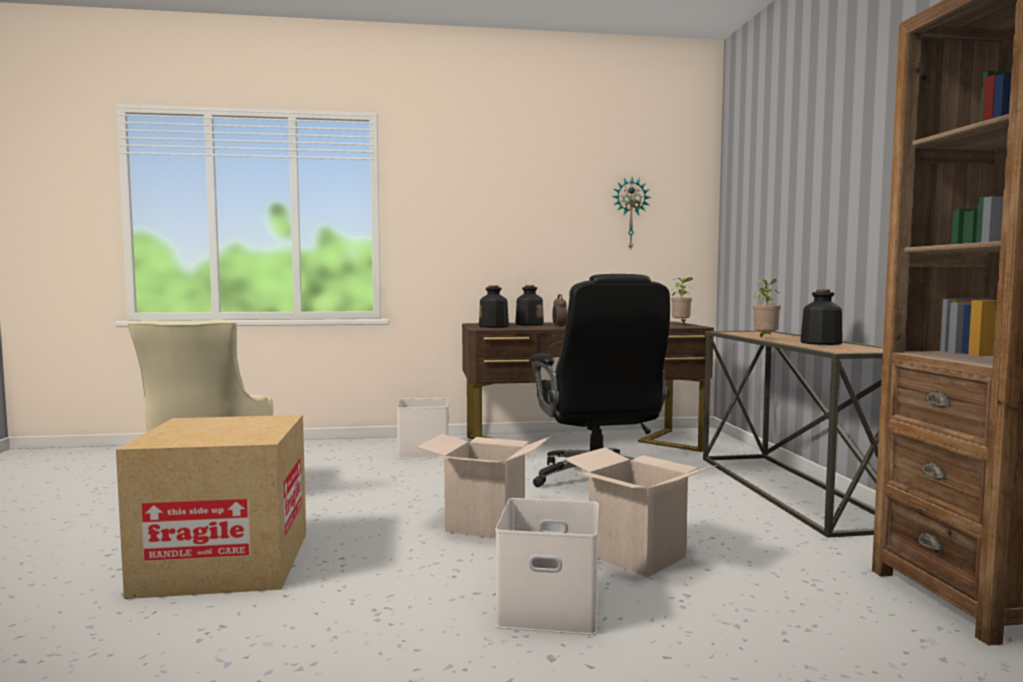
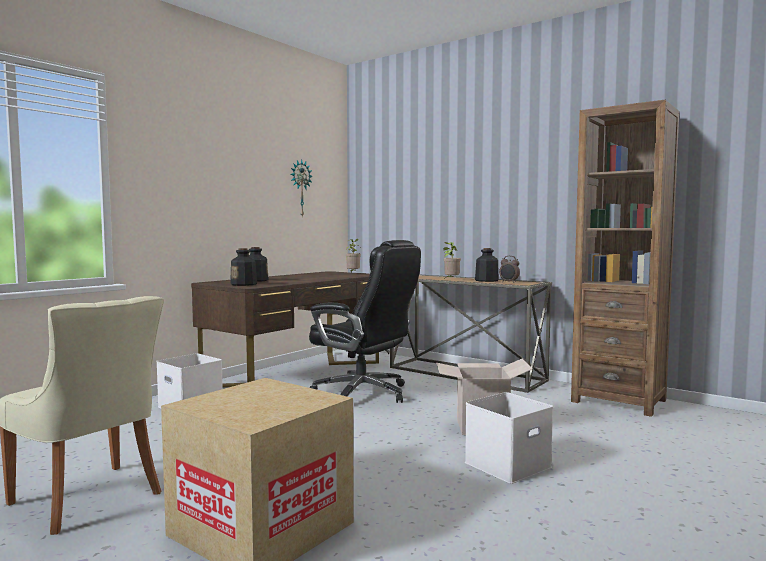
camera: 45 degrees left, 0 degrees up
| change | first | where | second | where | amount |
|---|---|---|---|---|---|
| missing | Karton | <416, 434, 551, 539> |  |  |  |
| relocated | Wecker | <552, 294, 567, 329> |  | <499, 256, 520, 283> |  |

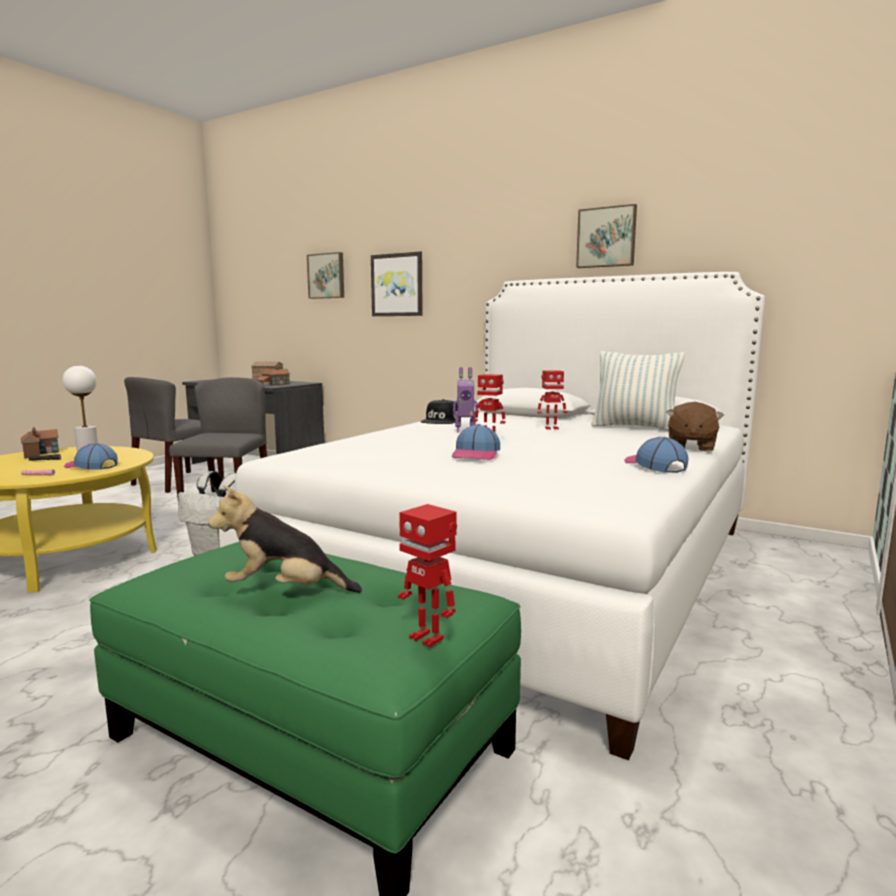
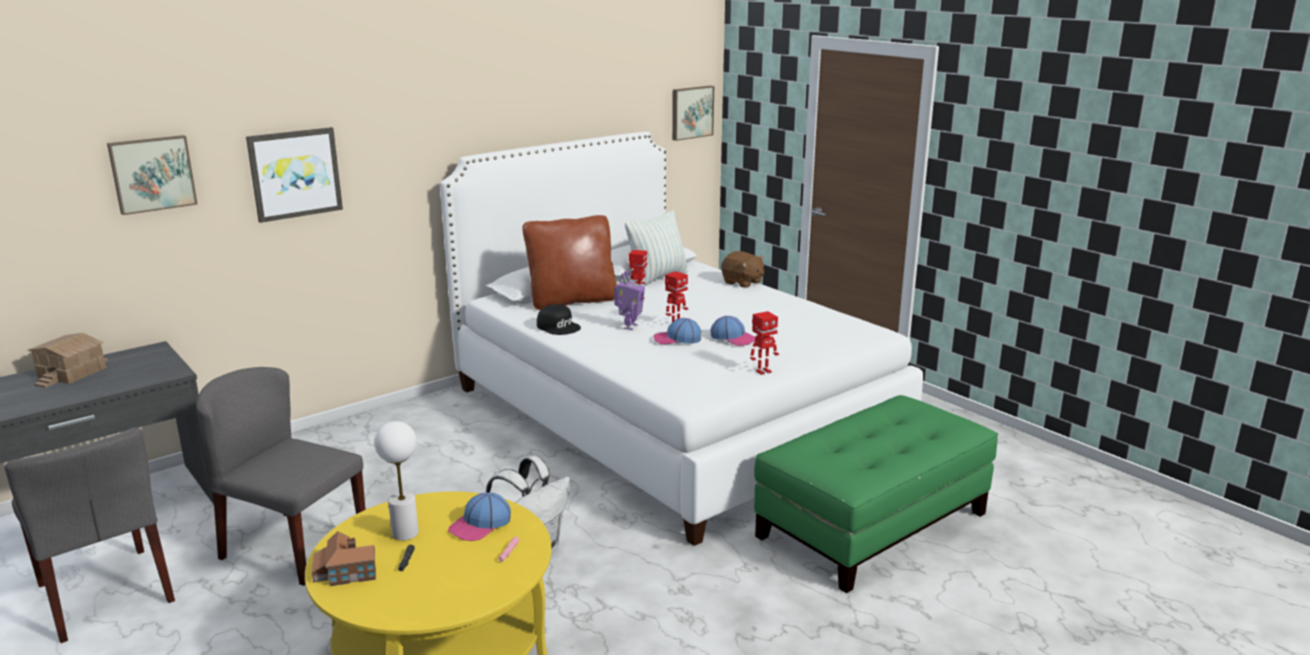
camera: 70 degrees left, 10 degrees up
| change | first | where | second | where | amount |
|---|---|---|---|---|---|
| missing | Plüschtier | <208, 485, 362, 593> |  |  |  |
| missing | Spielzeughaus | <255, 366, 290, 386> |  |  |  |
| relocated | Spielzeugroboter | <398, 504, 457, 648> |  | <750, 311, 779, 375> |  |
| relocated | Bild | <576, 204, 637, 268> |  | <672, 86, 714, 141> |  |
| relocated | Kappe | <624, 437, 689, 473> |  | <654, 318, 701, 345> |  |
| appeared |  |  | Kissen/braun | <522, 215, 617, 310> |  |

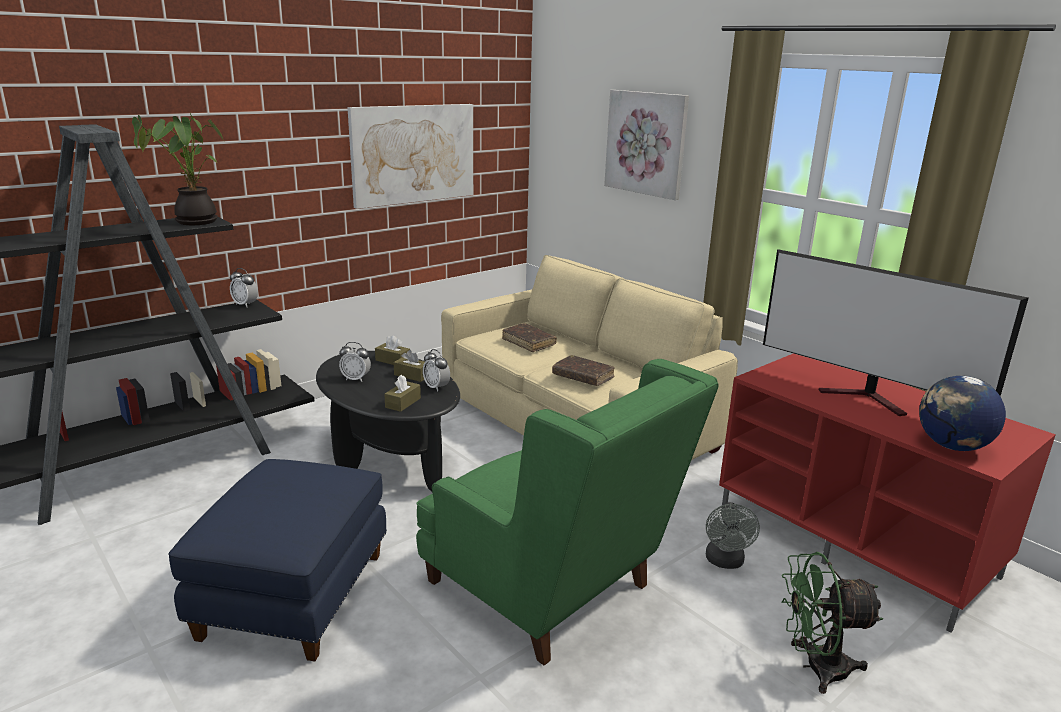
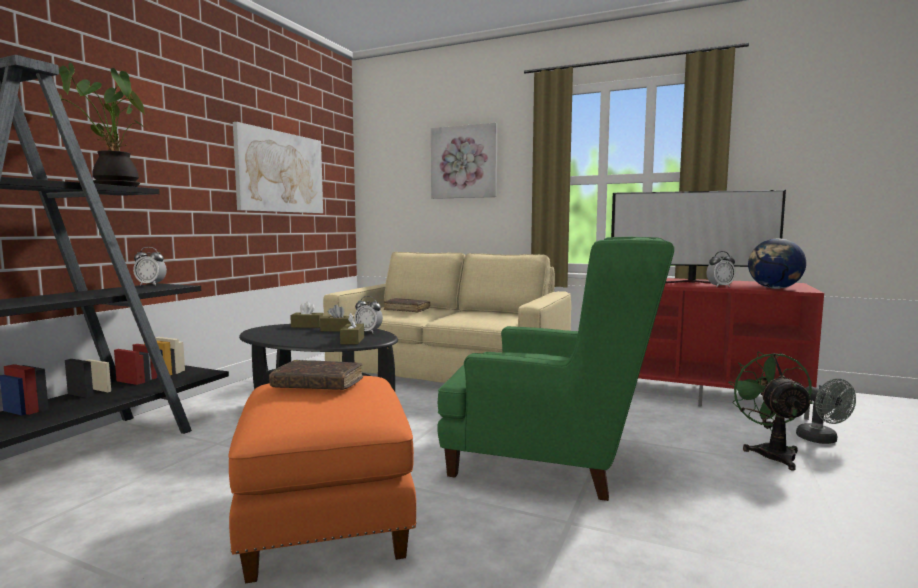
camera: 25 degrees left, 15 degrees down
| change | first | where | second | where | amount |
|---|---|---|---|---|---|
| colour | Polsterhocker/blau | <168, 459, 387, 662> | Polsterhocker/orange | <228, 376, 417, 583> |  |
| relocated | Wecker | <339, 342, 371, 382> |  | <706, 251, 736, 287> |  |
| relocated | Buch/braun | <552, 355, 615, 386> |  | <269, 360, 363, 390> |  |
| relocated | Ventilator/grau | <706, 502, 760, 569> |  | <796, 379, 856, 444> |  |
| spun | Ventilator/grün | <781, 552, 883, 694> |  | <728, 352, 813, 471> | 120 degrees clockwise |

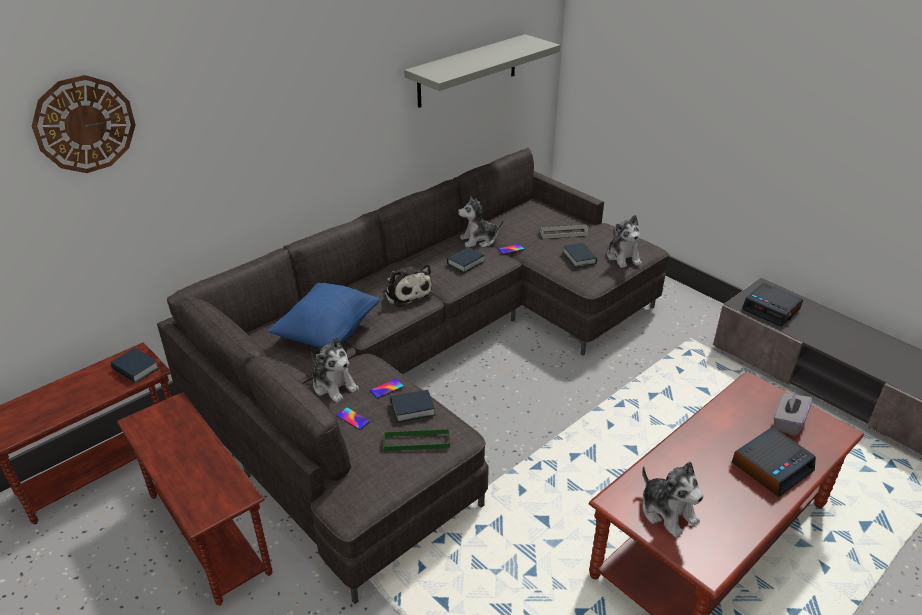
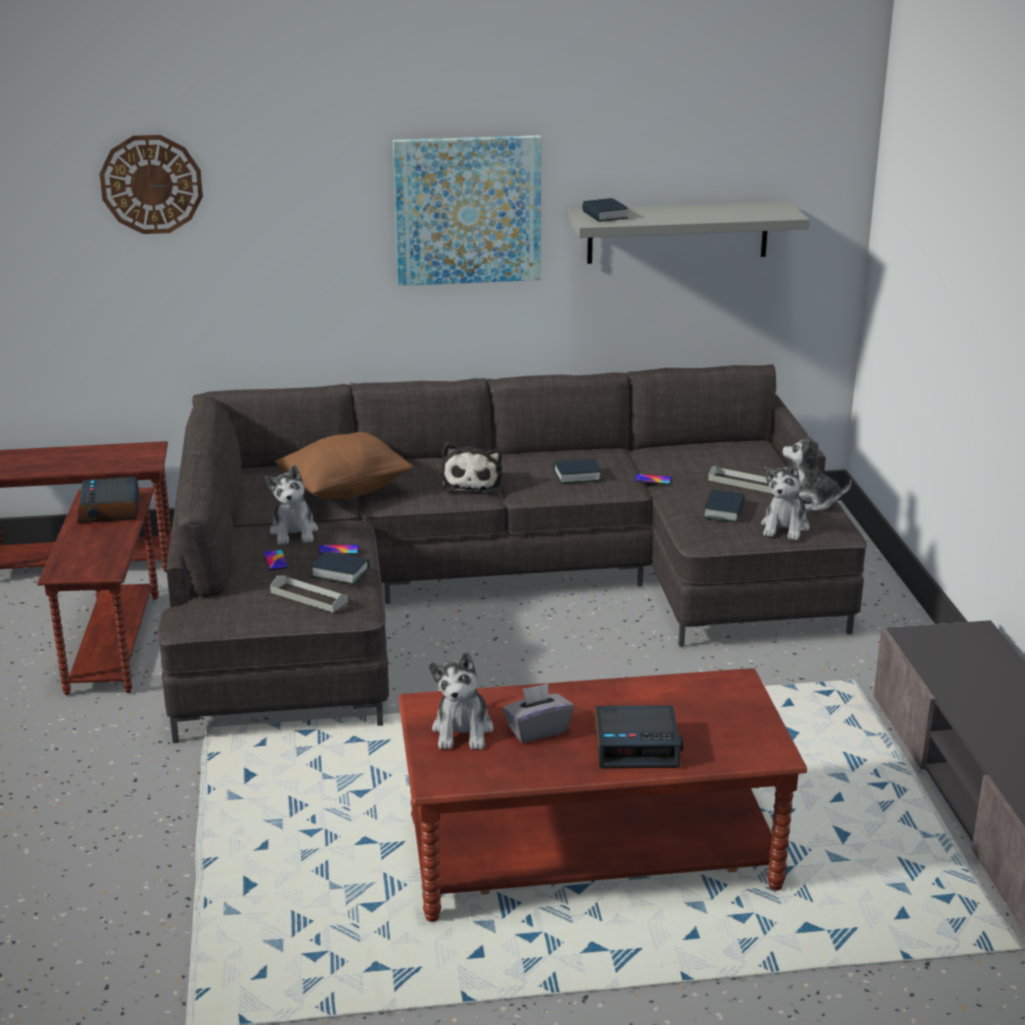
camera: 35 degrees right, 10 degrees down
| change | first | where | second | where | amount |
|---|---|---|---|---|---|
| relocated | Buch | <110, 348, 159, 383> |  | <582, 198, 628, 222> |  |
| colour | Kissen/blau | <267, 283, 380, 348> | Kissen/braun | <275, 432, 413, 499> |  |
| colour | Tablett/grün | <384, 428, 450, 451> | Tablett/grau | <270, 575, 348, 612> |  |
| relocated | Plüschtier | <458, 196, 504, 248> |  | <783, 434, 852, 511> |  |
| relocated | Wecker | <742, 283, 803, 326> |  | <77, 476, 139, 523> |  |
| relocated | Taschentuchbox/grau | <774, 391, 812, 436> |  | <503, 683, 574, 743> |  |
| appeared |  |  | Bild | <393, 135, 541, 286> |  |

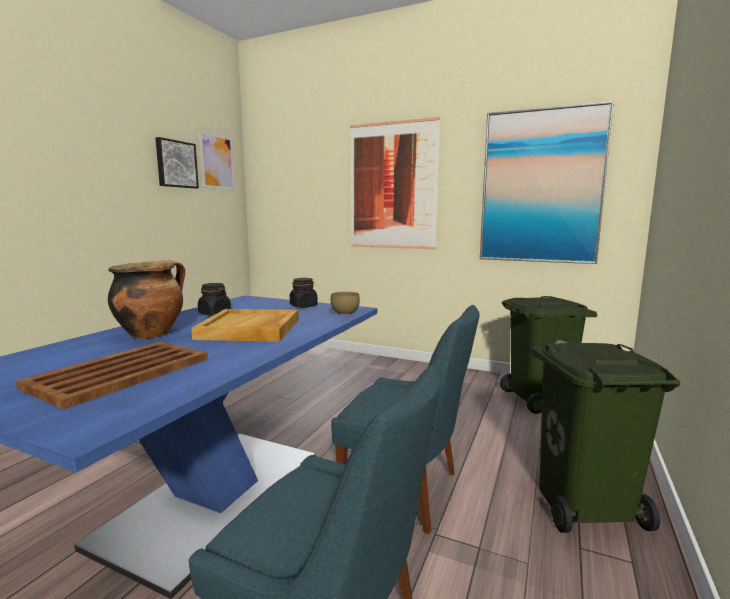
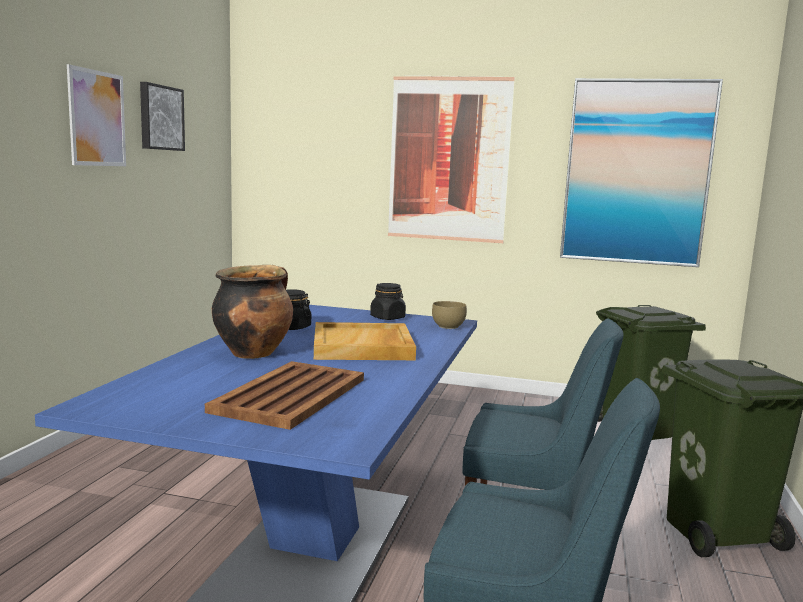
camera: 10 degrees left, 0 degrees up
| change | first | where | second | where | amount |
|---|---|---|---|---|---|
| relocated | Bild | <199, 131, 235, 190> |  | <67, 64, 126, 166> |  |

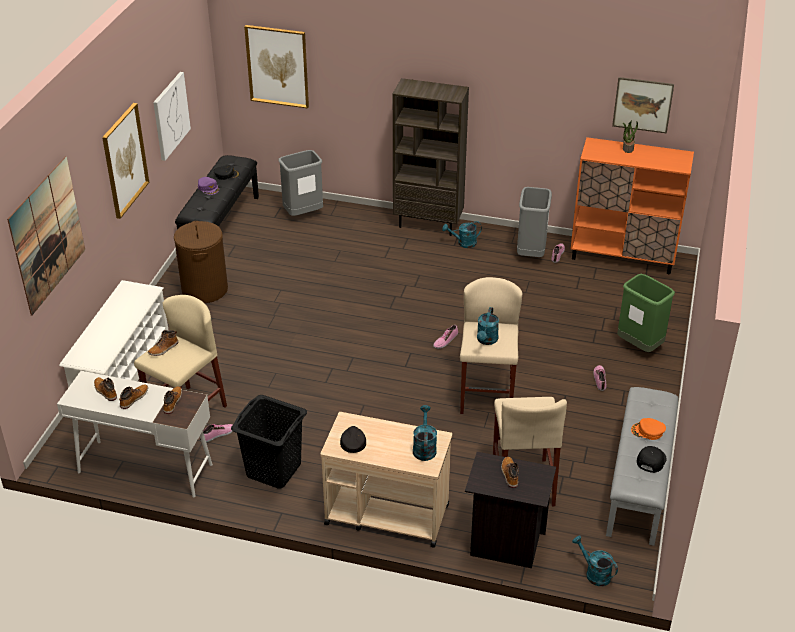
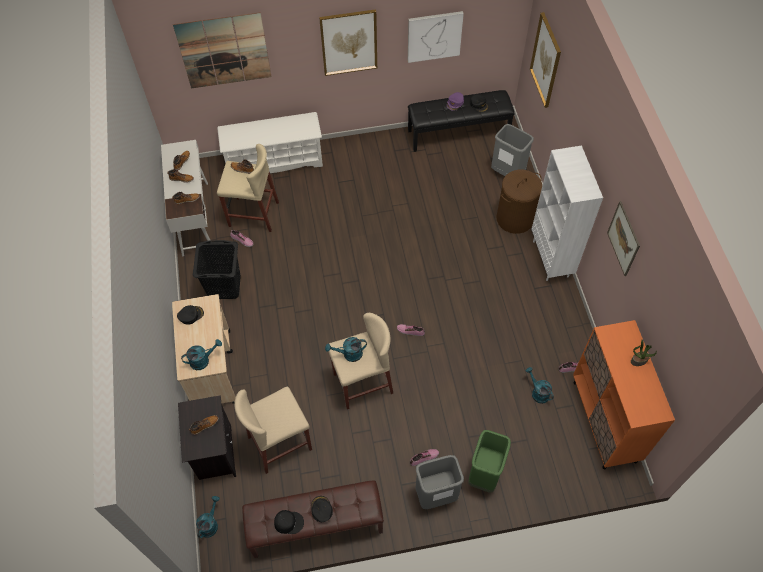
camera: 65 degrees right, 20 degrees up
| change | first | where | second | where | amount |
|---|---|---|---|---|---|
| relocated | Wäschekorb/braun | <174, 221, 228, 303> |  | <496, 170, 542, 234> |  |
| colour | Bücherregal/braun | <393, 78, 469, 236> | Bücherregal/weiß | <531, 145, 603, 281> |  |
| relocated | Gießkanne/türkis | <442, 221, 482, 248> |  | <526, 367, 554, 404> |  |
| relocated | Mülleimer/grau | <517, 187, 552, 257> |  | <415, 455, 464, 509> |  |
| colour | Bank/grau | <606, 387, 678, 546> | Bank/braun | <242, 480, 384, 558> |  |
| relocated | Bild | <612, 77, 674, 134> |  | <607, 201, 640, 276> |  |
| colour | Kappe/orange | <631, 418, 666, 440> | Kappe/schwarz | <311, 496, 333, 522> |  |

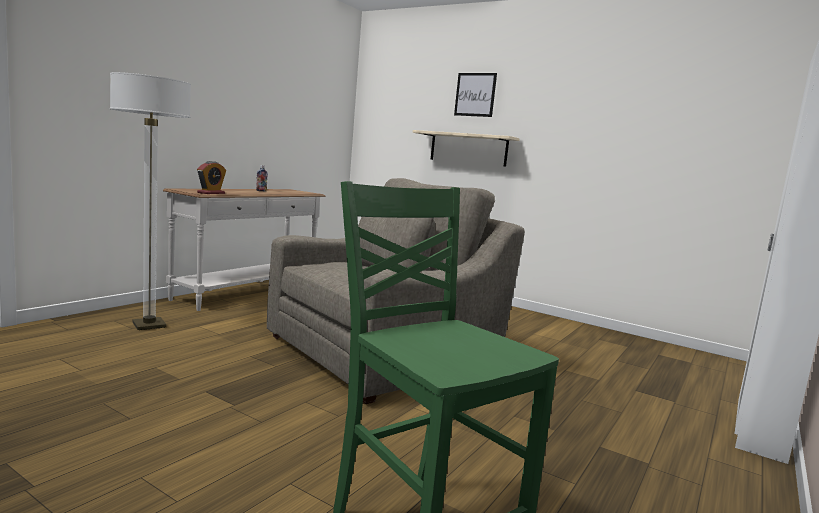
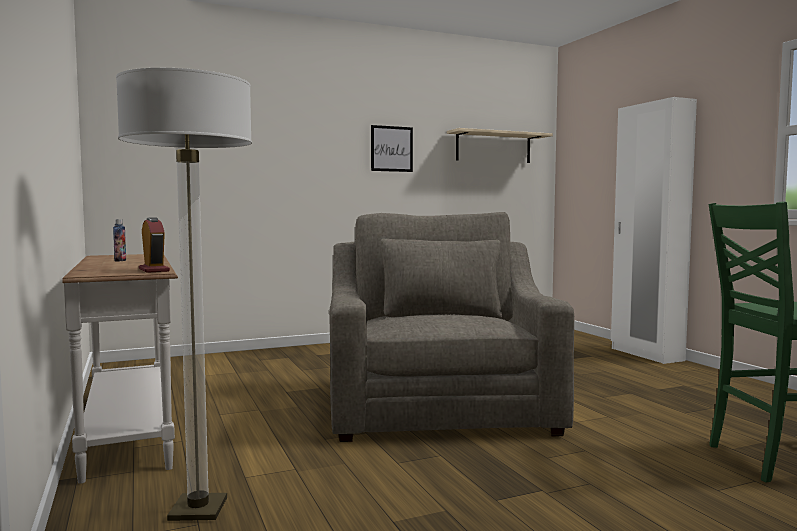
camera: 55 degrees left, 5 degrees down
| change | first | where | second | where | amount |
|---|---|---|---|---|---|
| relocated | Wandregal/beige | <413, 130, 520, 167> |  | <447, 128, 553, 163> |  |
| relocated | Bild | <454, 73, 497, 117> |  | <371, 125, 413, 172> |  |

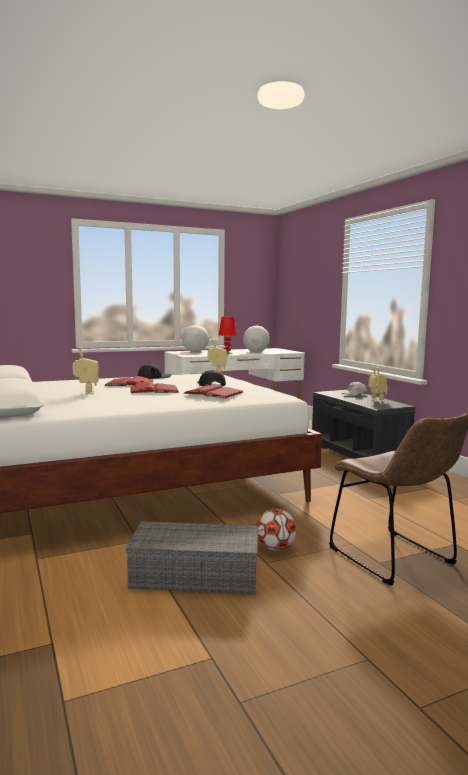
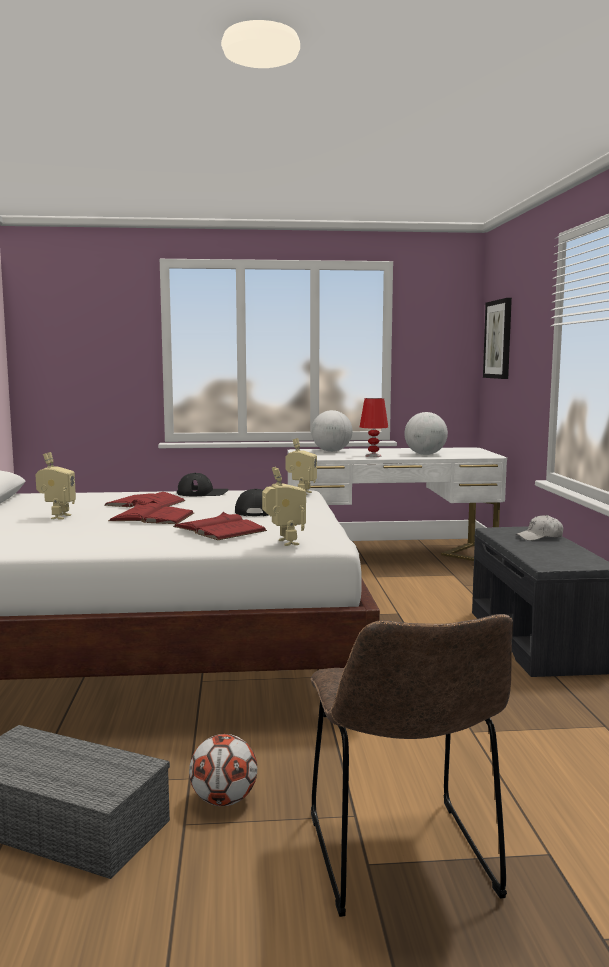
camera: 20 degrees right, 0 degrees up
| change | first | where | second | where | amount |
|---|---|---|---|---|---|
| relocated | Spielzeugroboter | <369, 366, 387, 402> |  | <262, 467, 306, 546> |  |
| appeared |  |  | Bild | <483, 298, 512, 379> |  |

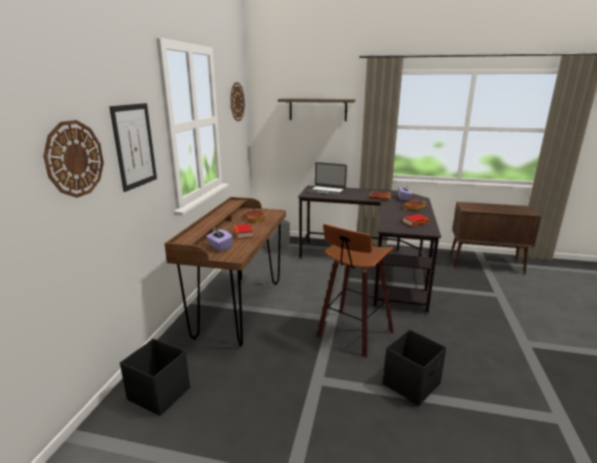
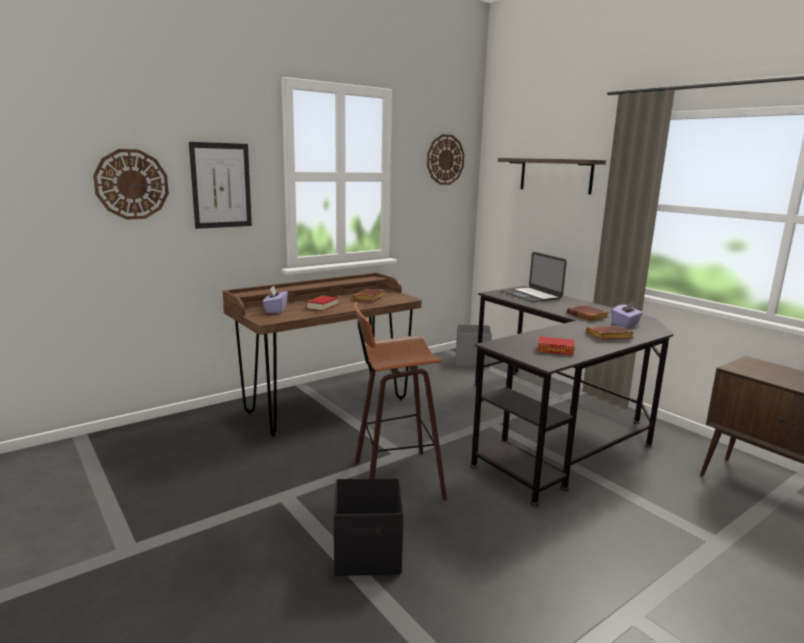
camera: 40 degrees right, 5 degrees down
| change | first | where | second | where | amount |
|---|---|---|---|---|---|
| missing | Aufbewahrungsbox/schwarz | <120, 339, 190, 416> |  |  |  |

